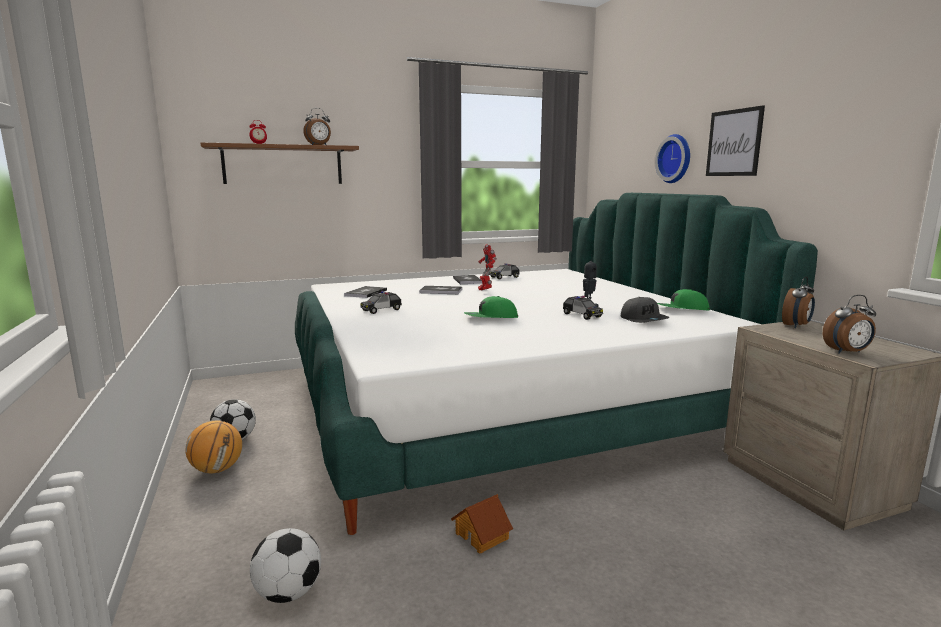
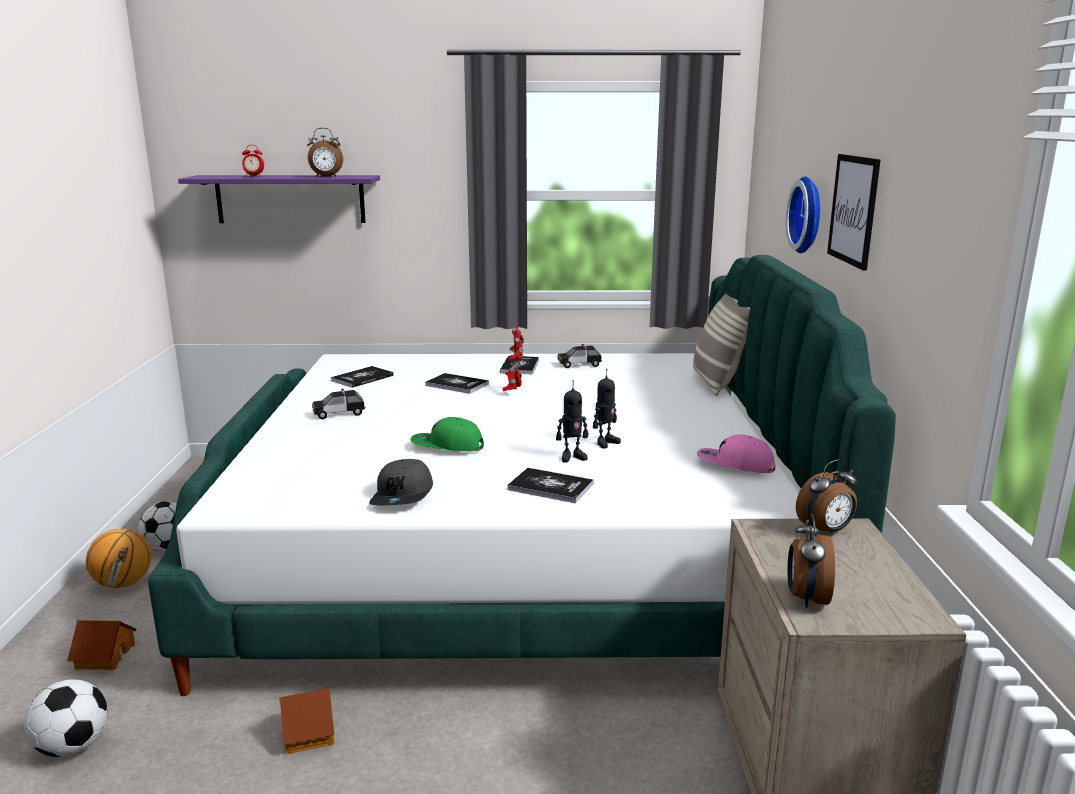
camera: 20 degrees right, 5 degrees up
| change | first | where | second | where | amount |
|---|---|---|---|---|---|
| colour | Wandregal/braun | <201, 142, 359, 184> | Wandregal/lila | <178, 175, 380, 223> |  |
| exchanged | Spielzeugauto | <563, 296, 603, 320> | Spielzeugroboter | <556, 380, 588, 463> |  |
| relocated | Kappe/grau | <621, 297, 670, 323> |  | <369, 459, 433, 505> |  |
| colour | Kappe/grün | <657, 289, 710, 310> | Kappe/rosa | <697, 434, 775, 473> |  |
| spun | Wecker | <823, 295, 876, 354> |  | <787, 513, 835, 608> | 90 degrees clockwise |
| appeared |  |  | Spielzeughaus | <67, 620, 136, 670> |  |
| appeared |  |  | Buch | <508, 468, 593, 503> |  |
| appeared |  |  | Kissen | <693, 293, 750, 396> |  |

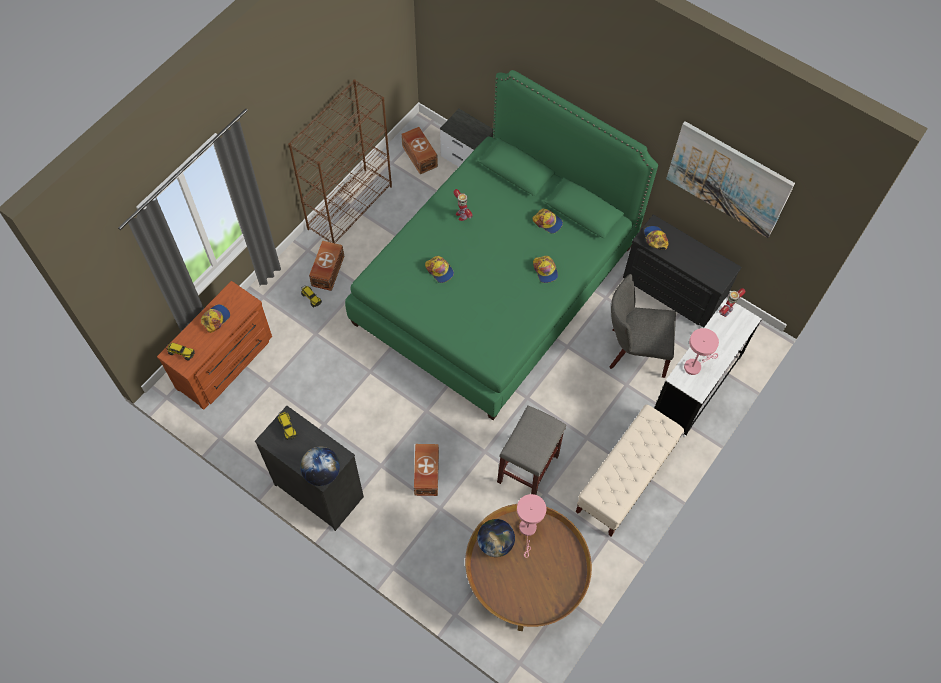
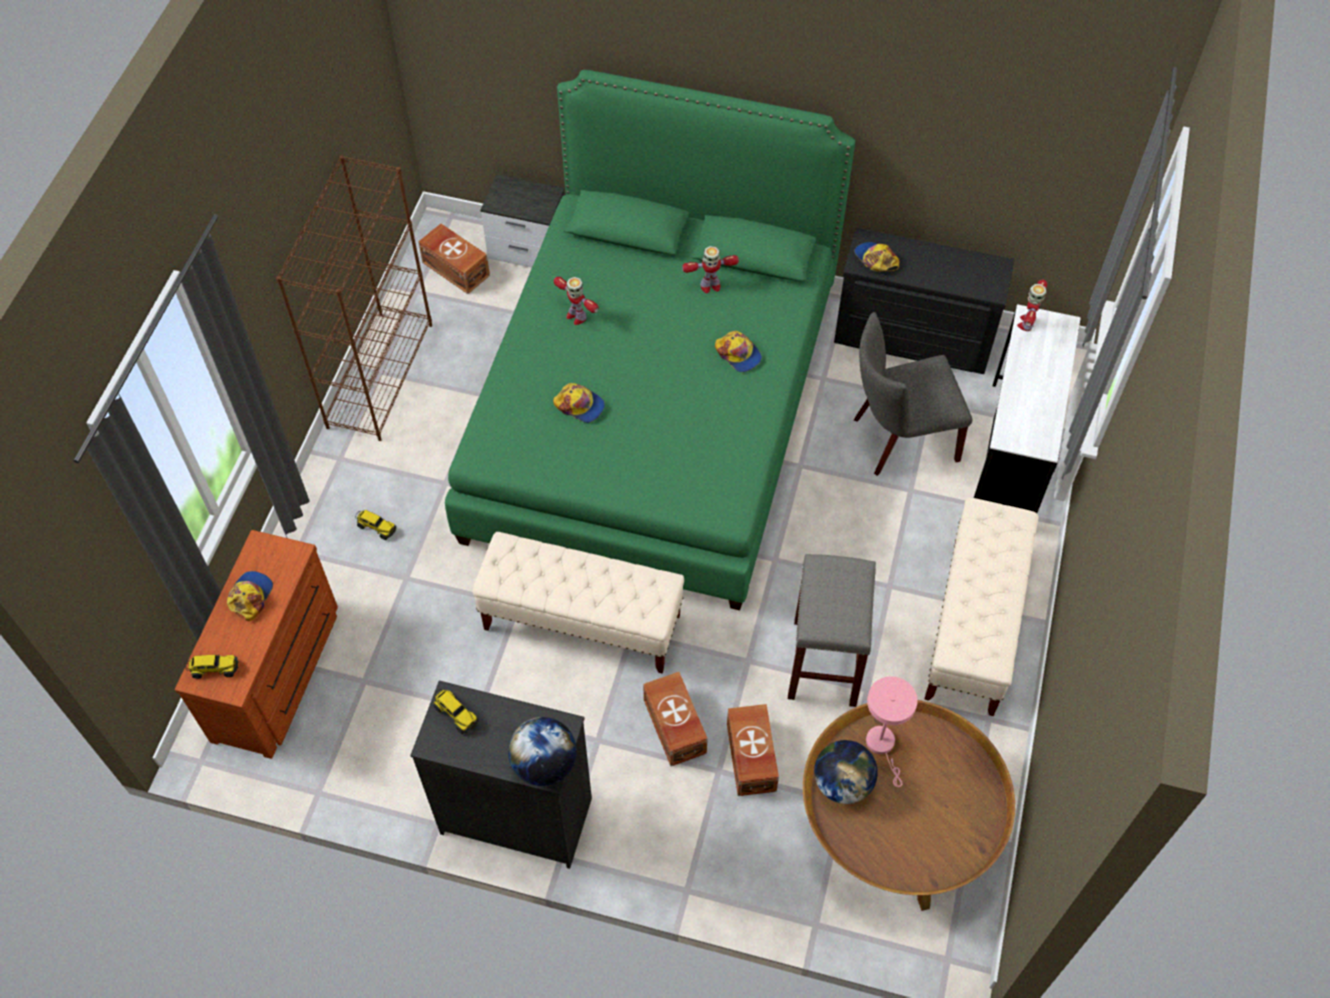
camera: 20 degrees left, 5 degrees down
| change | first | where | second | where | amount |
|---|---|---|---|---|---|
| relocated | Aufbewahrungsbox/braun | <309, 241, 344, 291> |  | <727, 704, 779, 796> |  |
| exchanged | Kappe | <533, 209, 563, 234> | Spielzeugroboter | <682, 246, 739, 293> |  |
| missing | Bild | <666, 121, 795, 238> |  |  |  |
| missing | Tischlampe/rosa | <684, 328, 719, 375> |  |  |  |
| appeared |  |  | Bank/beige | <473, 532, 684, 674> |  |

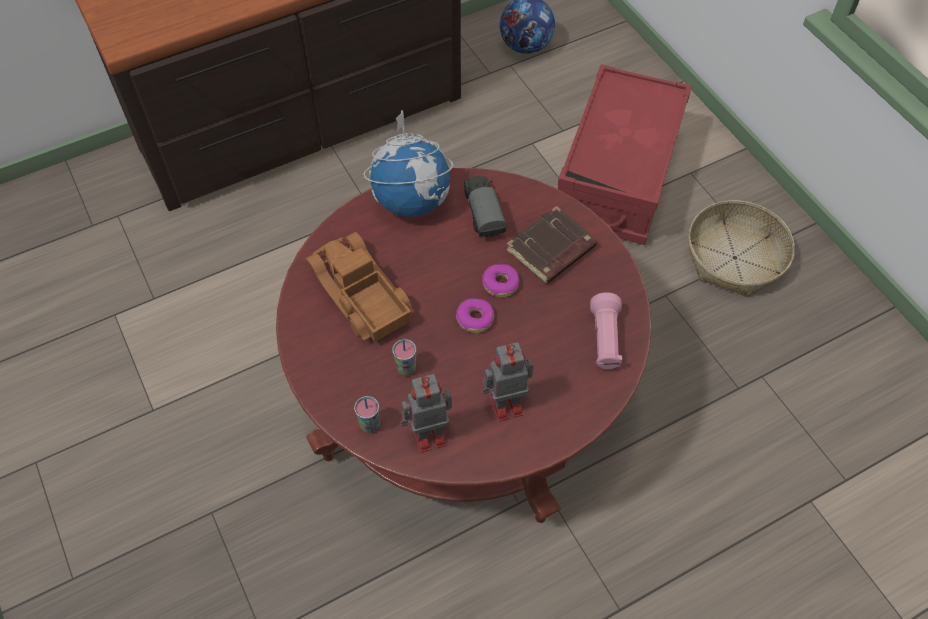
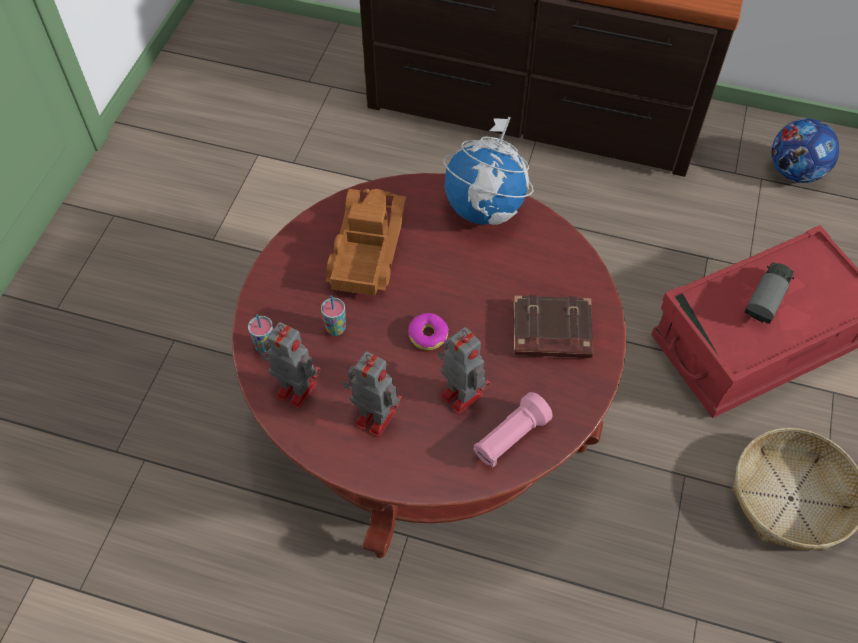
camera: 45 degrees right, 0 degrees up
| change | first | where | second | where | amount |
|---|---|---|---|---|---|
| relocated | Spielzeuglaster | <464, 176, 507, 237> |  | <745, 262, 795, 324> |  |
| missing | Donut | <482, 264, 519, 297> |  |  |  |
| appeared |  |  | Spielzeugroboter | <438, 327, 491, 414> |  |

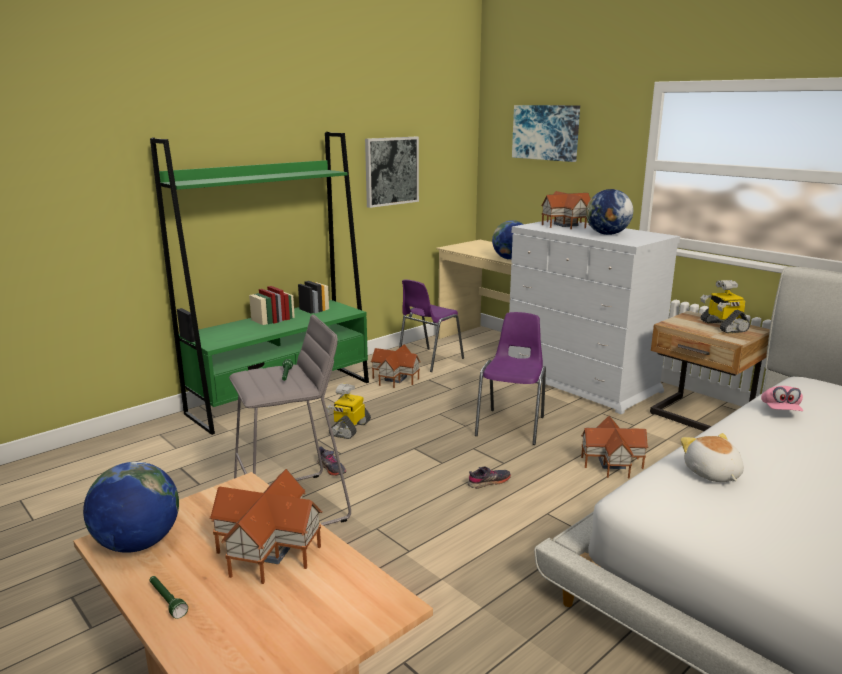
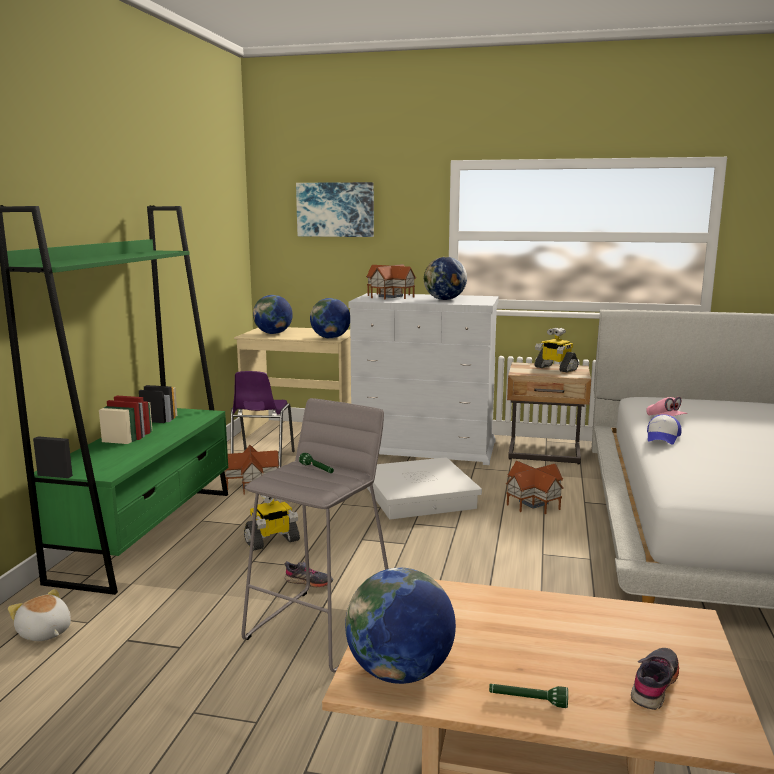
camera: 35 degrees left, 5 degrees down
| change | first | where | second | where | amount |
|---|---|---|---|---|---|
| missing | Spielzeughaus | <209, 469, 323, 584> |  |  |  |
| spun | Spielzeugroboter | <326, 383, 371, 439> |  | <244, 495, 300, 551> | 105 degrees counterclockwise |
| missing | Bild | <365, 137, 419, 208> |  |  |  |
| relocated | Schuh/grau | <468, 467, 511, 489> |  | <631, 648, 679, 710> |  |
| exchanged | Stuhl/lila | <475, 312, 546, 445> | Aufbewahrungsbox/weiß | <367, 457, 482, 519> |  |
| relocated | Plüschtier | <681, 433, 744, 482> |  | <8, 589, 71, 641> |  |
| appeared |  |  | Globus | <253, 295, 293, 334> |  |
| appeared |  |  | Kappe | <647, 414, 682, 444> |  |

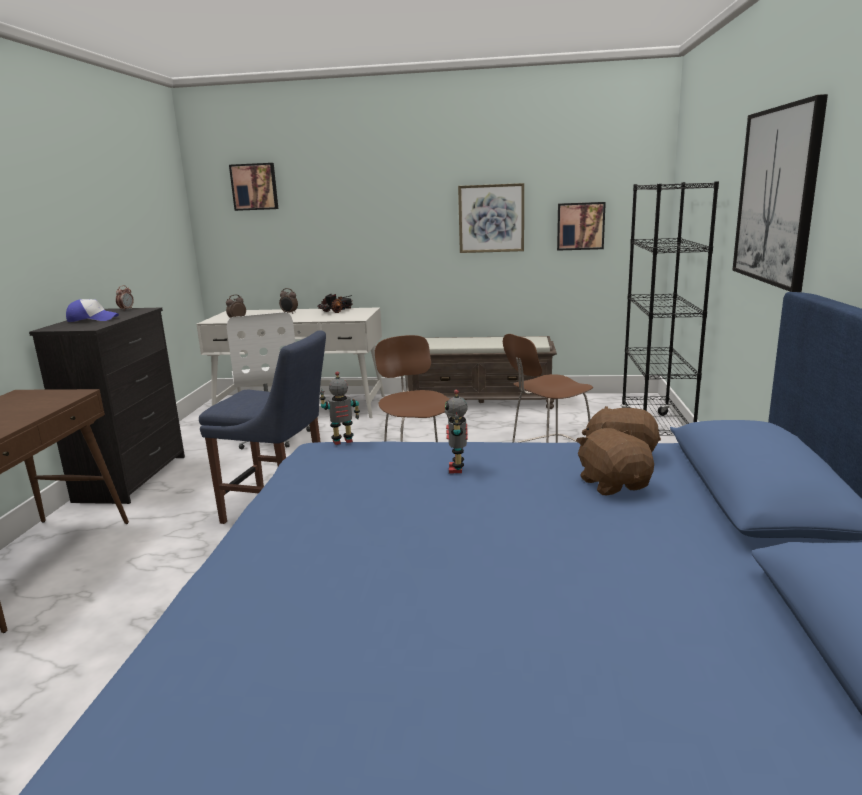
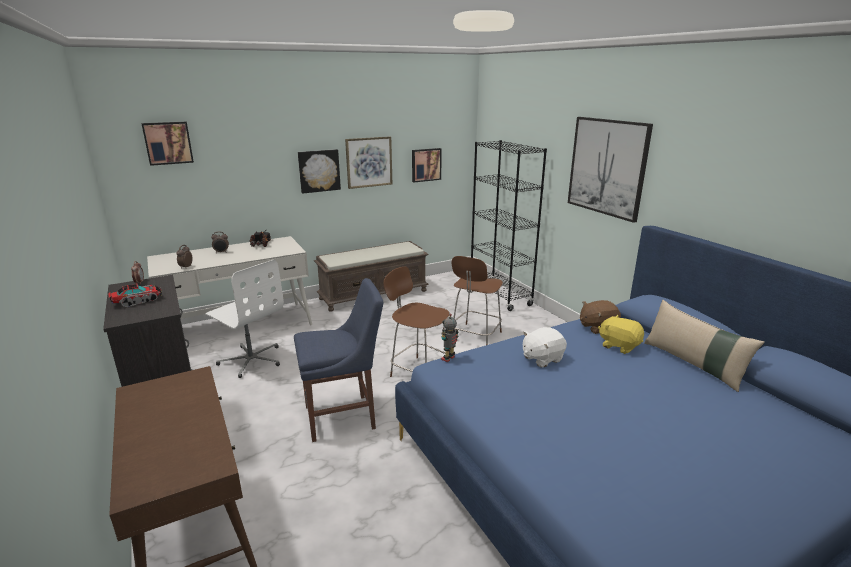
camera: 35 degrees left, 5 degrees up
| change | first | where | second | where | amount |
|---|---|---|---|---|---|
| exchanged | Kappe | <66, 299, 119, 322> | Spielzeuglaster | <108, 283, 162, 307> |  |
| exchanged | Spielzeugroboter | <445, 390, 468, 473> | Plüschtier/weiß | <523, 327, 567, 368> |  |
| colour | Plüschtier/braun | <576, 428, 654, 495> | Plüschtier/gelb | <598, 315, 644, 354> |  |
| appeared |  |  | Bild | <298, 149, 341, 193> |  |
| appeared |  |  | Kissen/beige | <644, 300, 765, 392> |  |

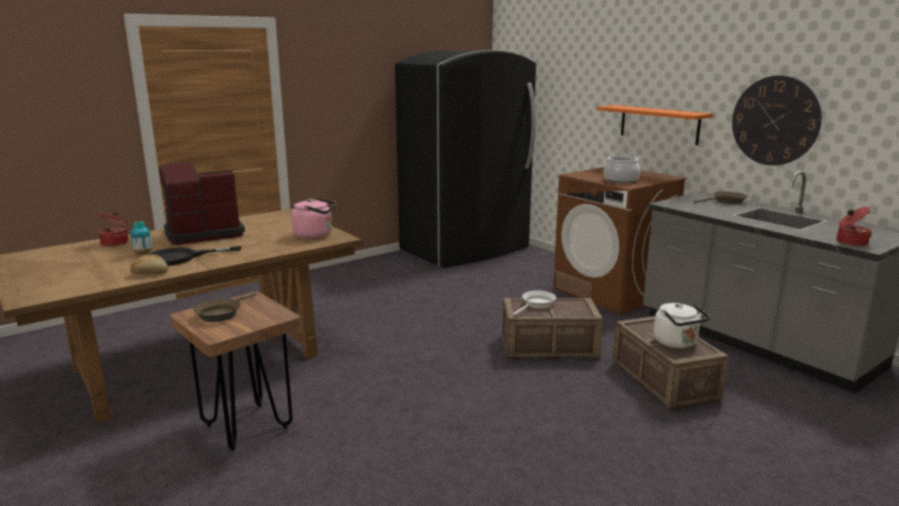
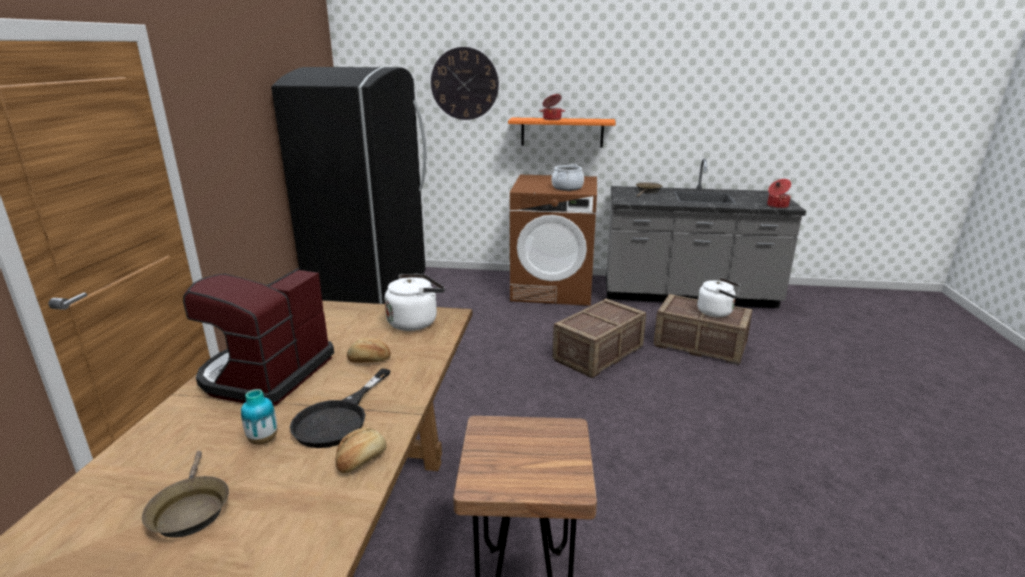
camera: 45 degrees left, 5 degrees up
| change | first | where | second | where | amount |
|---|---|---|---|---|---|
| relocated | Kochtopf | <98, 212, 128, 247> |  | <540, 94, 565, 120> |  |
| relocated | Pfanne/braun | <193, 293, 257, 322> |  | <142, 451, 229, 538> |  |
| colour | Wasserkessel/rosa | <292, 197, 337, 239> | Wasserkessel/weiß | <385, 274, 445, 331> |  |
| missing | Pfanne/weiß | <513, 290, 556, 315> |  |  |  |
| relocated | Wanduhr | <732, 75, 822, 165> |  | <431, 47, 499, 120> |  |
| appeared |  |  | Brot | <347, 338, 391, 363> |  |

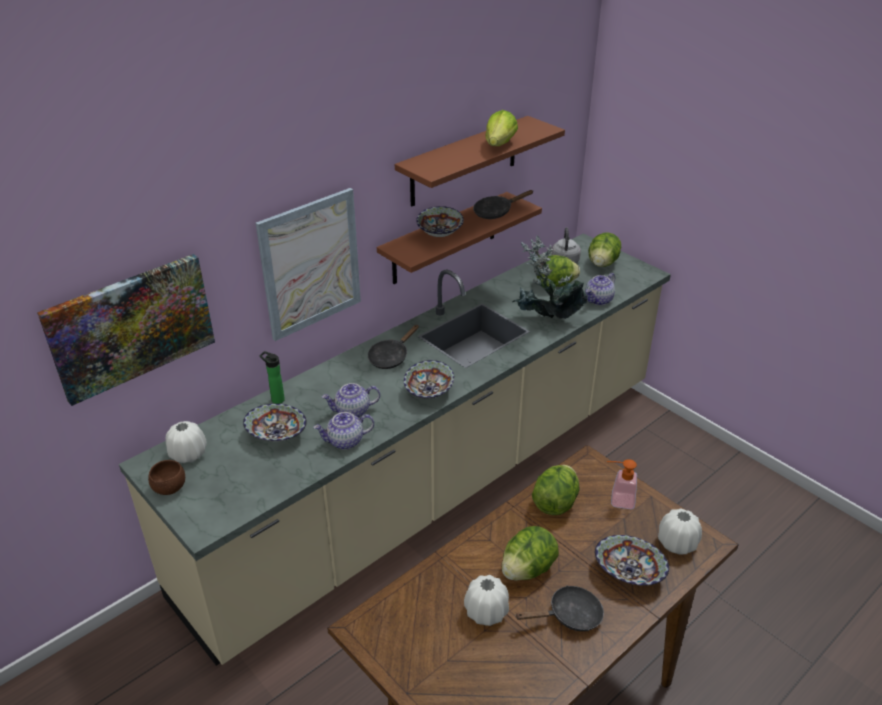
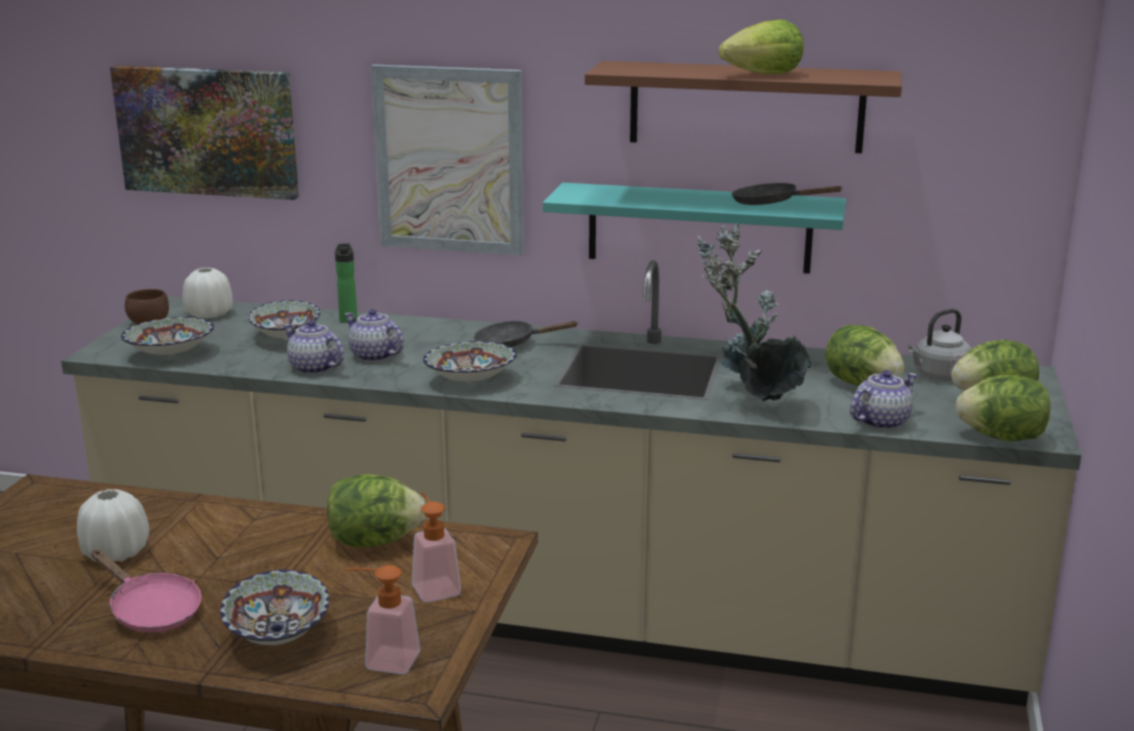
camera: 55 degrees right, 15 degrees down
| change | first | where | second | where | amount |
|---|---|---|---|---|---|
| colour | Wandregal/braun | <377, 192, 542, 284> | Wandregal/türkis | <543, 182, 846, 274> |  |
| relocated | Schüssel | <416, 206, 464, 237> |  | <121, 317, 214, 356> |  |
| relocated | Salatkopf | <502, 526, 559, 581> |  | <955, 375, 1050, 441> |  |
| colour | Pfanne/schwarz | <516, 585, 604, 631> | Pfanne/rosa | <91, 550, 201, 632> |  |
| spun | Teekanne | <585, 273, 615, 305> |  | <850, 370, 917, 430> | 135 degrees clockwise |
| exchanged | Vase/weiß | <658, 509, 702, 554> | Seifenspender | <346, 565, 420, 674> |  |

